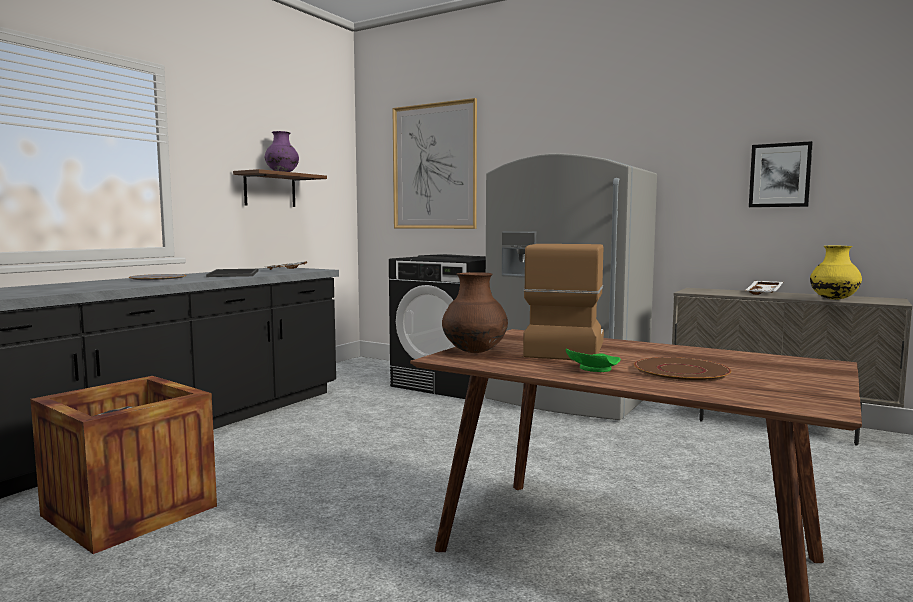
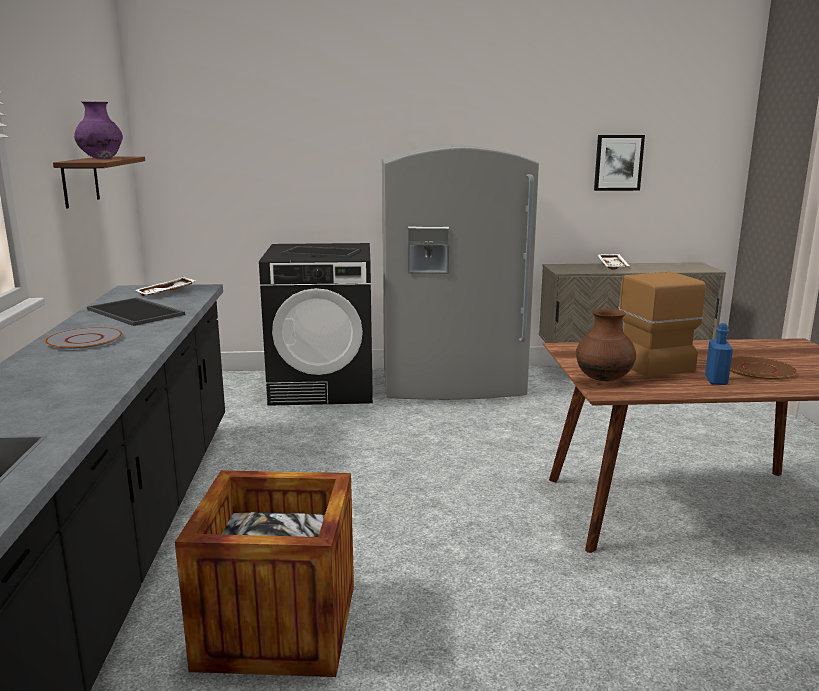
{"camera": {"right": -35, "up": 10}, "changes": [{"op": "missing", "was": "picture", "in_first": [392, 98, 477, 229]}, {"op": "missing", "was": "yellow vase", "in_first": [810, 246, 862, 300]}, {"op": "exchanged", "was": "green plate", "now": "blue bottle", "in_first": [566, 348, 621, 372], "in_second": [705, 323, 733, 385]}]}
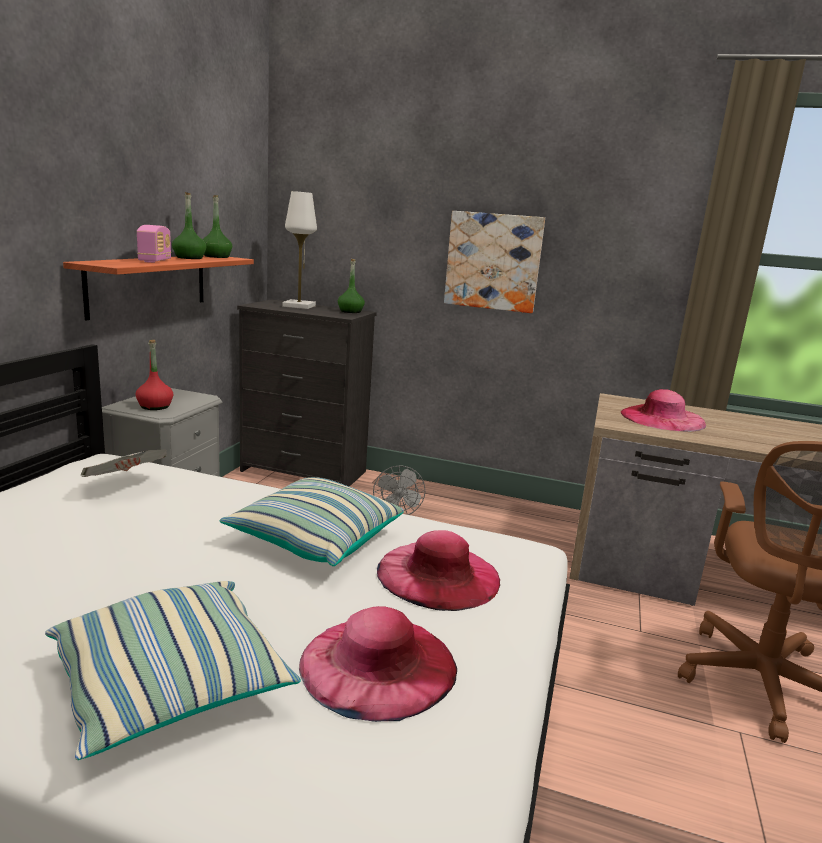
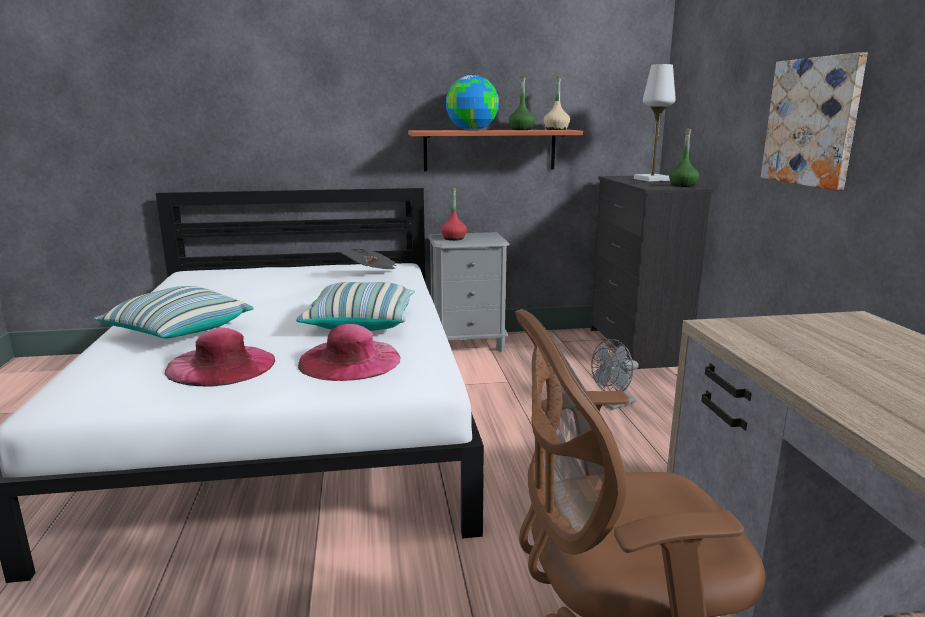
{"camera": {"right": 65, "up": 0}, "changes": [{"op": "missing", "was": "pink hat", "in_first": [620, 389, 706, 432]}, {"op": "exchanged", "was": "radio", "now": "globe", "in_first": [137, 225, 171, 263], "in_second": [446, 75, 499, 131]}, {"op": "colour", "was": "green bottle", "now": "beige bottle", "in_first": [202, 195, 232, 258], "in_second": [544, 76, 570, 130]}]}
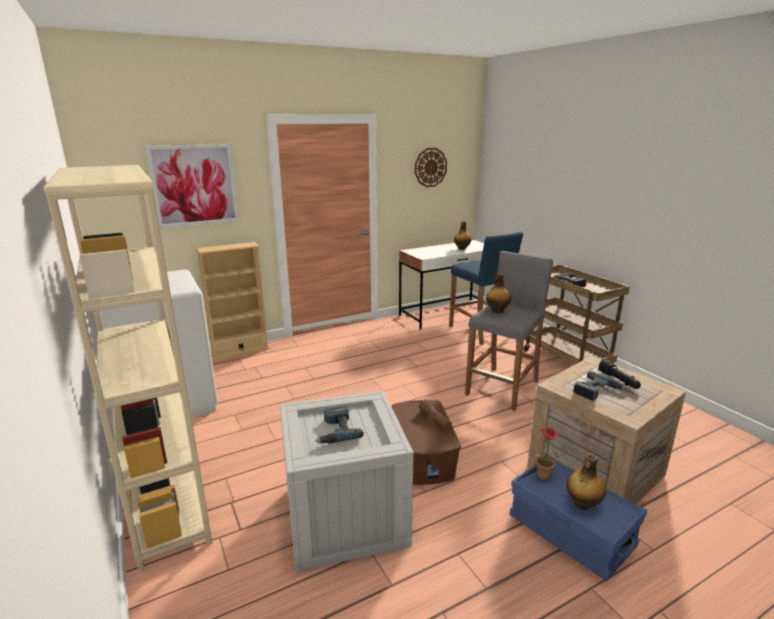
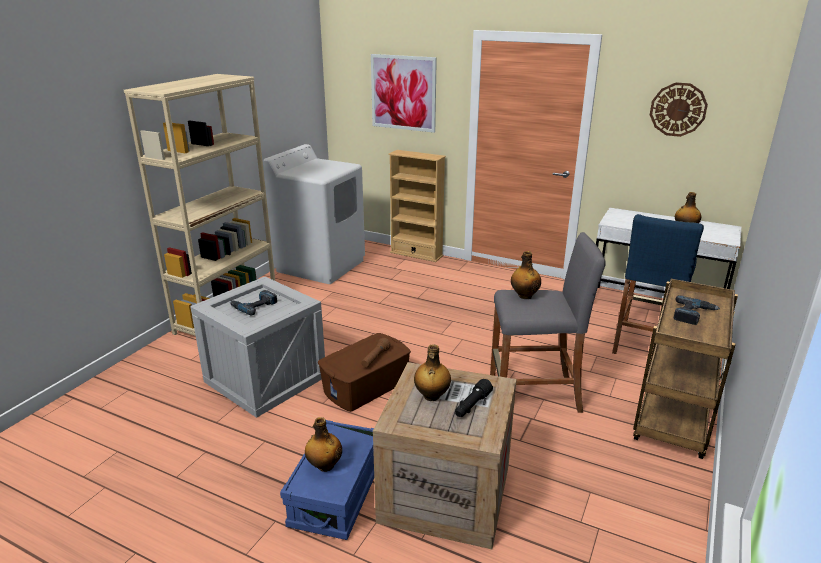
{"camera": {"right": 55, "up": 5}, "changes": [{"op": "missing", "was": "potted plant", "in_first": [534, 427, 568, 480]}, {"op": "exchanged", "was": "power drill", "now": "bottle", "in_first": [573, 371, 628, 400], "in_second": [414, 345, 451, 401]}]}
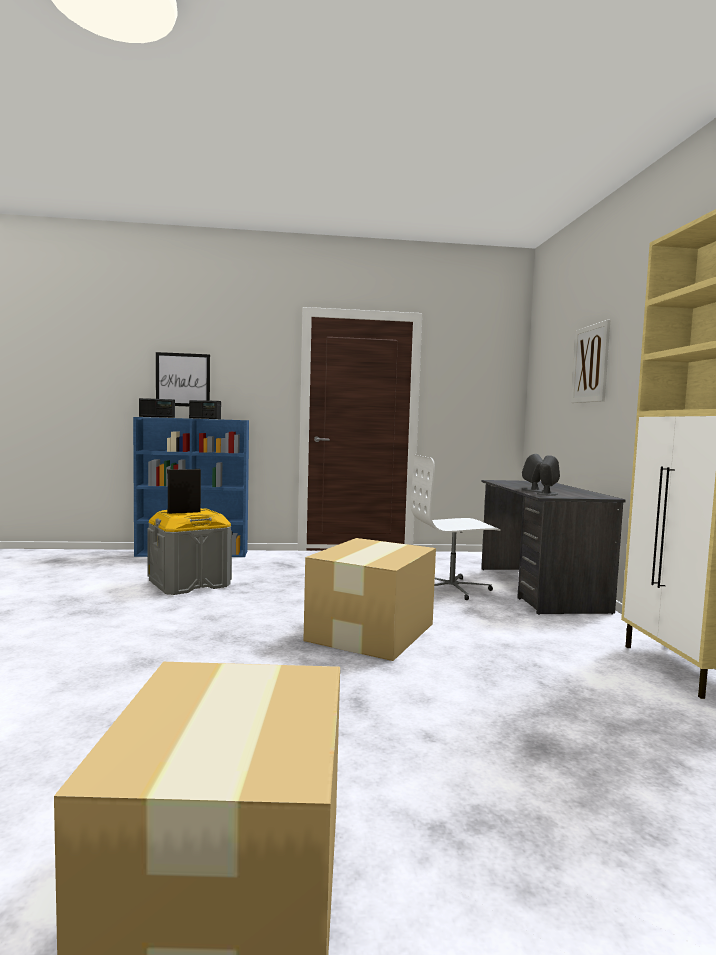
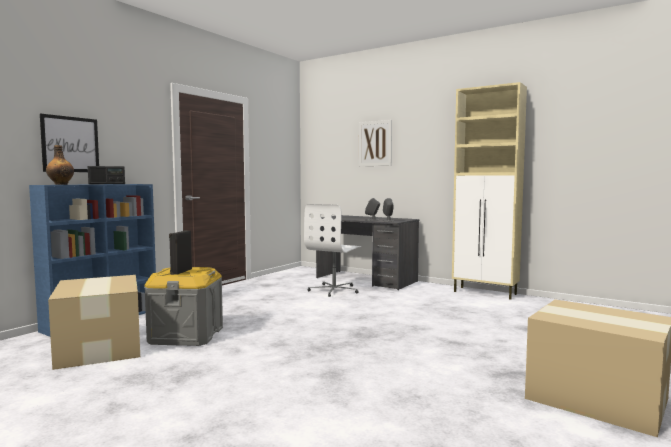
{"camera": {"right": -50, "up": 0}, "changes": [{"op": "relocated", "was": "cardboard box", "in_first": [303, 538, 436, 661], "in_second": [48, 275, 140, 370]}, {"op": "exchanged", "was": "radio", "now": "bottle", "in_first": [139, 398, 175, 418], "in_second": [46, 145, 74, 185]}]}
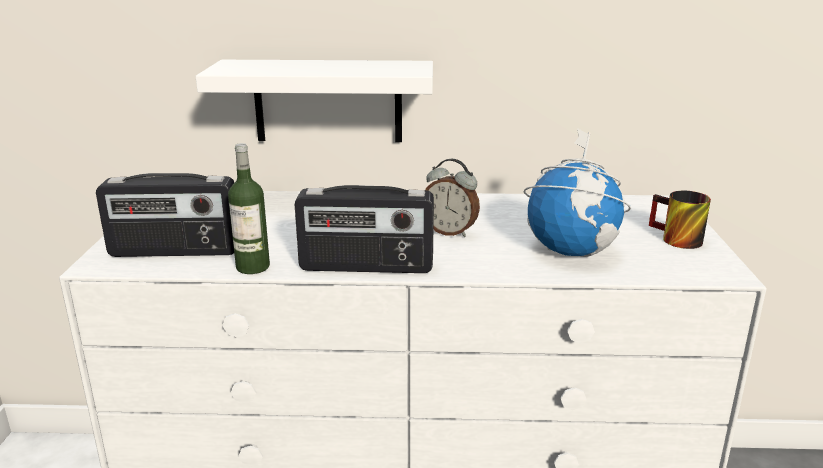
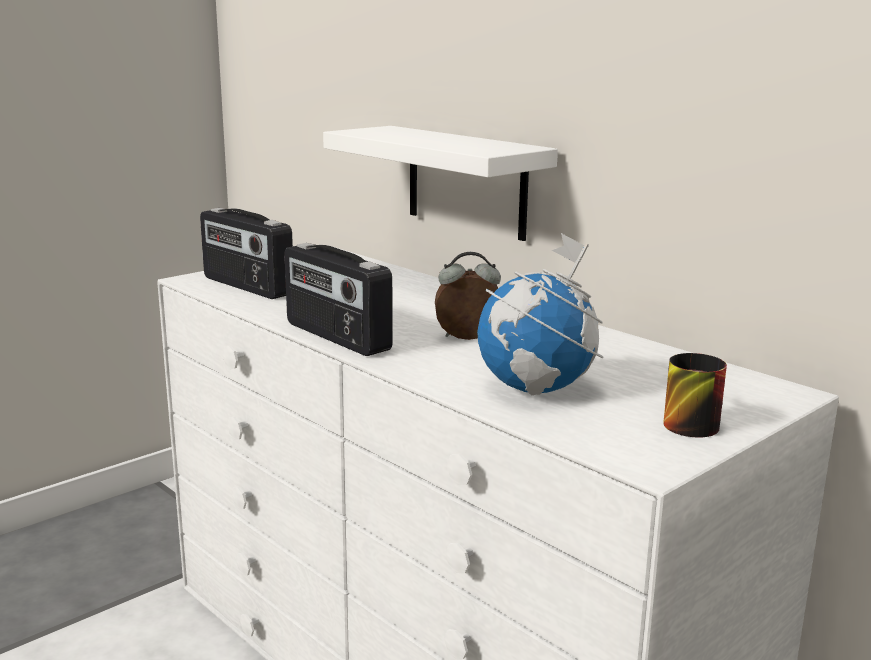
{"camera": {"right": 45, "up": -5}, "changes": [{"op": "missing", "was": "bottle", "in_first": [228, 143, 270, 274]}, {"op": "spun", "was": "alarm clock", "in_first": [425, 159, 480, 237], "in_second": [435, 252, 501, 340], "clockwise": 105}]}
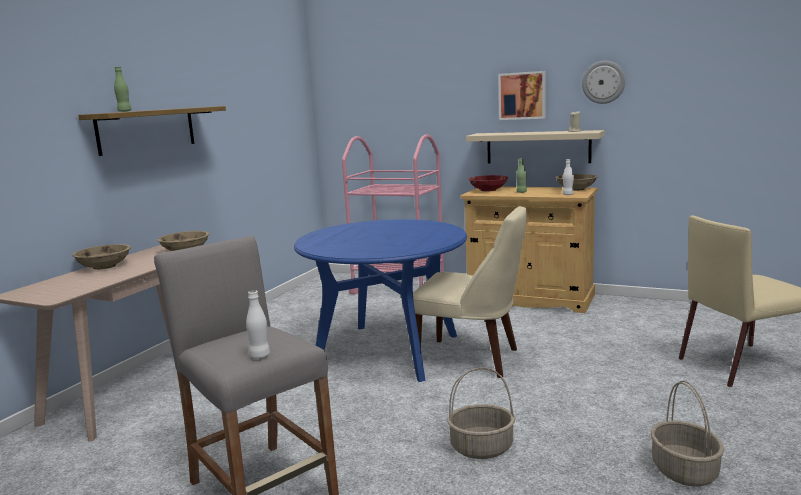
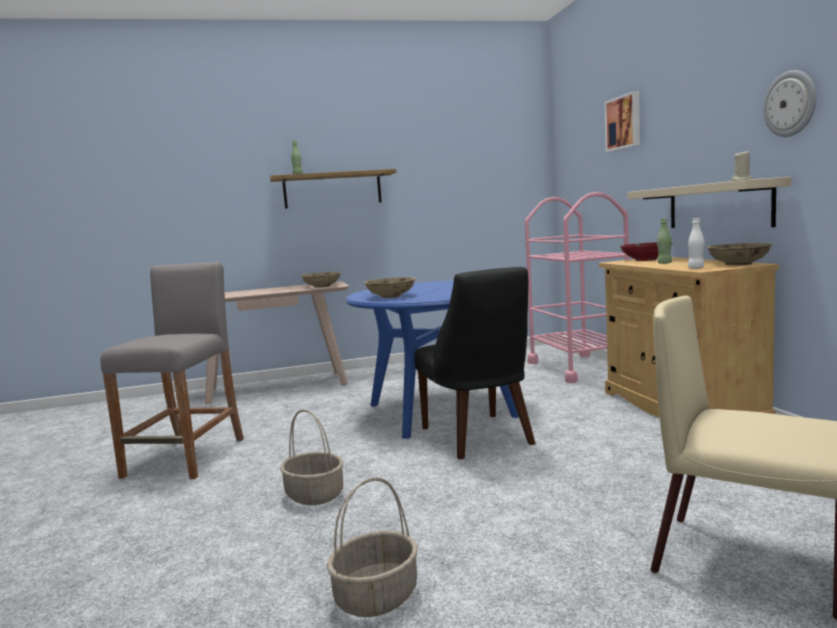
{"camera": {"right": 50, "up": -5}, "changes": [{"op": "missing", "was": "white bottle", "in_first": [246, 290, 270, 359]}, {"op": "relocated", "was": "beige bowl", "in_first": [72, 244, 130, 270], "in_second": [364, 277, 416, 298]}, {"op": "relocated", "was": "picture", "in_first": [498, 71, 546, 120], "in_second": [604, 91, 640, 152]}, {"op": "colour", "was": "beige chair", "now": "black chair", "in_first": [413, 206, 527, 378], "in_second": [415, 267, 536, 459]}]}
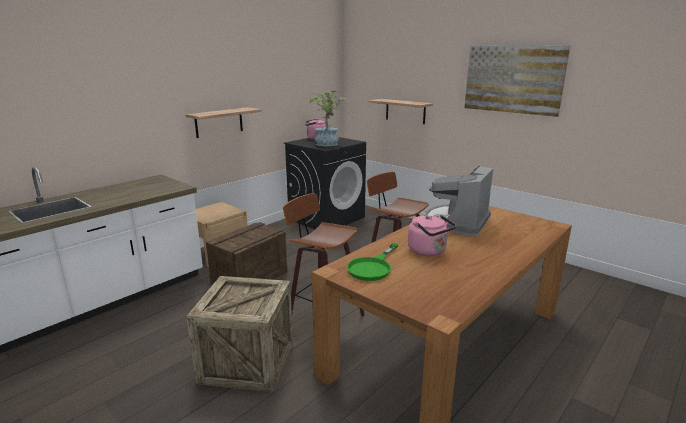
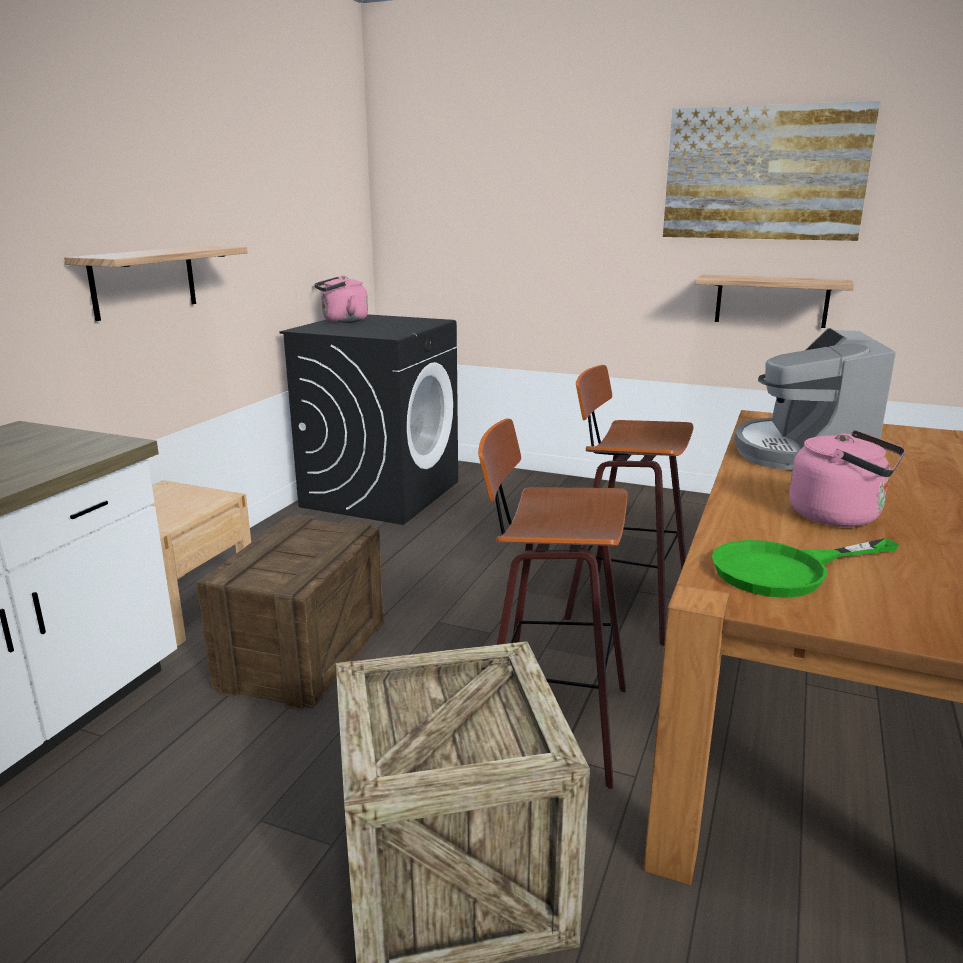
{"camera": {"right": -20, "up": 0}, "changes": [{"op": "missing", "was": "potted plant", "in_first": [310, 91, 350, 146]}, {"op": "relocated", "was": "shelf", "in_first": [369, 99, 433, 124], "in_second": [695, 275, 854, 328]}, {"op": "spun", "was": "green frying pan", "in_first": [347, 243, 398, 281], "in_second": [712, 538, 899, 598], "clockwise": 60}]}
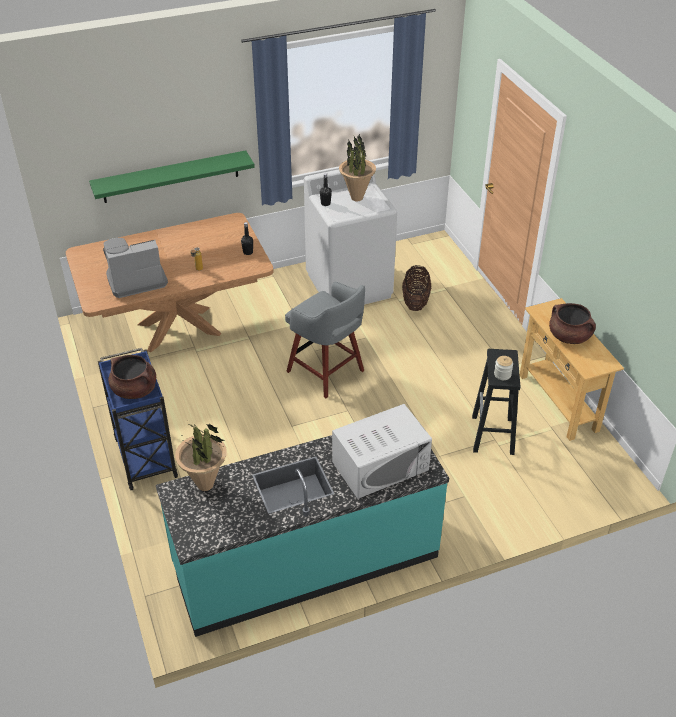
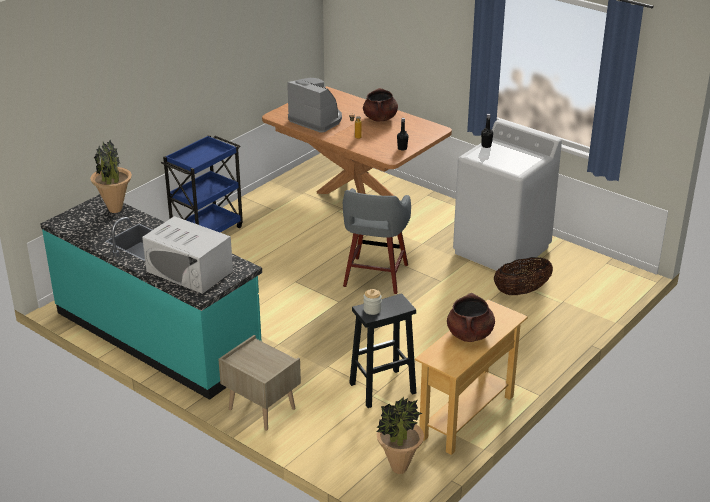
{"camera": {"right": 60, "up": -10}, "changes": [{"op": "missing", "was": "green shelf", "in_first": [89, 150, 255, 203]}, {"op": "appeared", "now": "beige nightstand", "in_second": [218, 335, 301, 431]}, {"op": "relocated", "was": "brown cooking pot", "in_first": [108, 355, 156, 399], "in_second": [363, 88, 398, 121]}, {"op": "relocated", "was": "potted plant", "in_first": [339, 134, 376, 202], "in_second": [376, 397, 424, 474]}]}
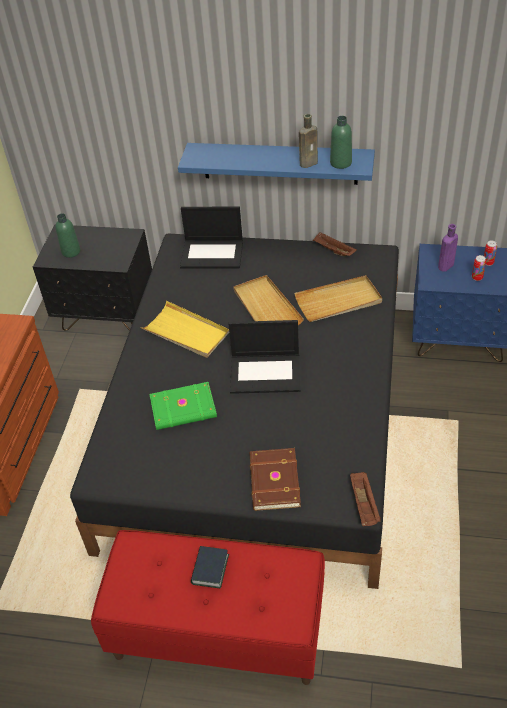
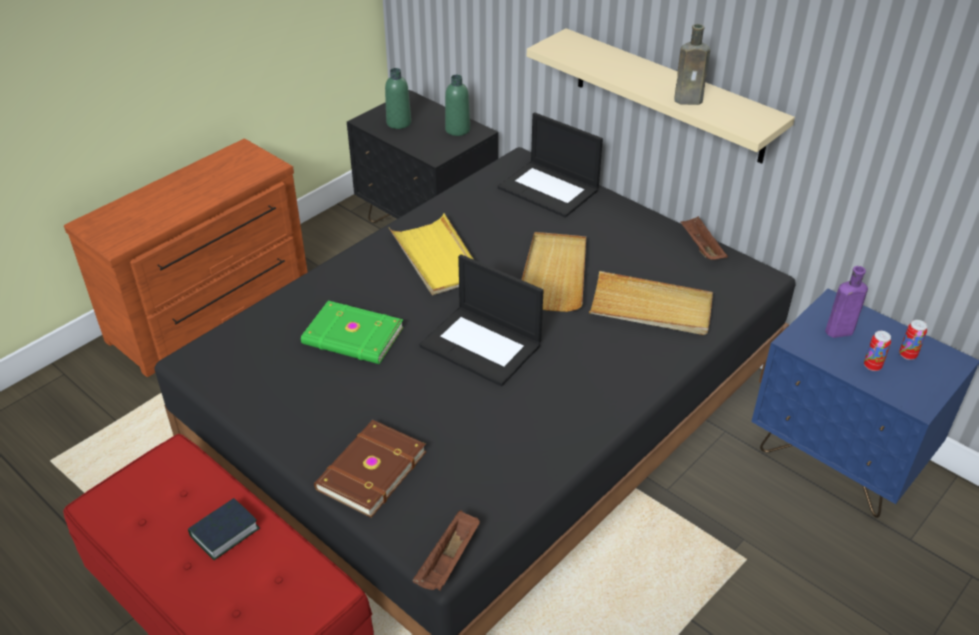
{"camera": {"right": 30, "up": -5}, "changes": [{"op": "relocated", "was": "green bottle", "in_first": [330, 116, 352, 169], "in_second": [445, 75, 470, 136]}, {"op": "colour", "was": "blue shelf", "now": "beige shelf", "in_first": [178, 143, 375, 185], "in_second": [527, 28, 795, 164]}]}
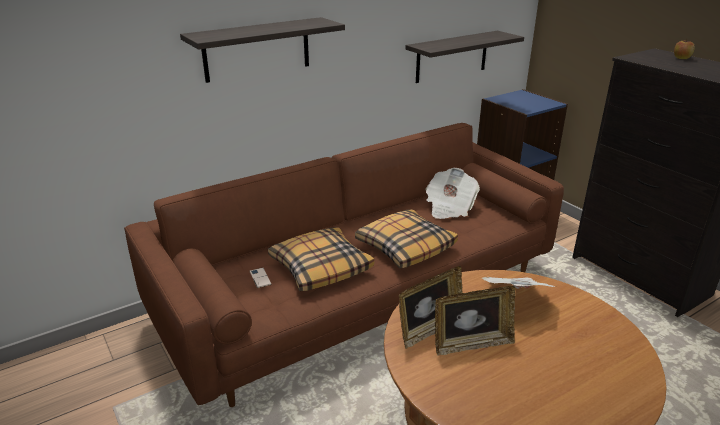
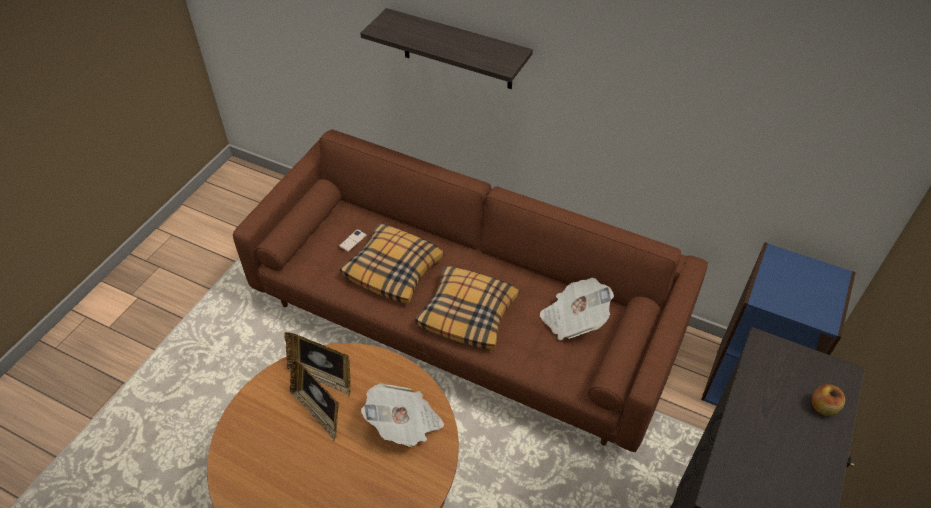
{"camera": {"right": 60, "up": 20}, "changes": [{"op": "missing", "was": "shelf", "in_first": [405, 31, 524, 83]}]}
